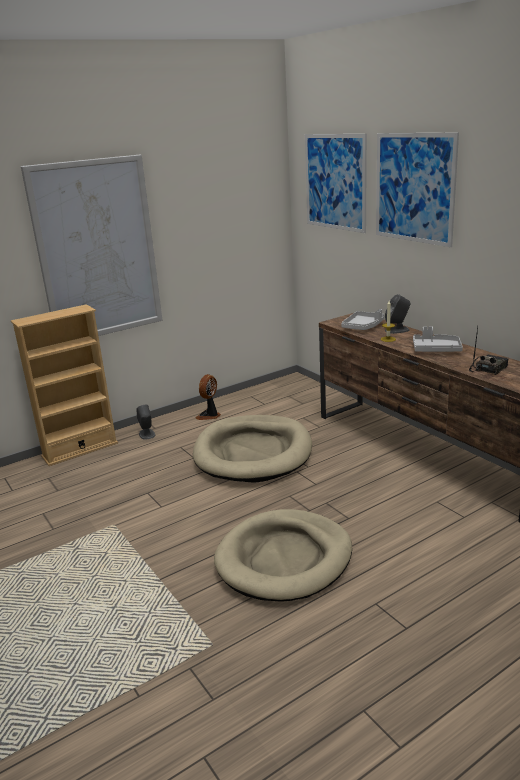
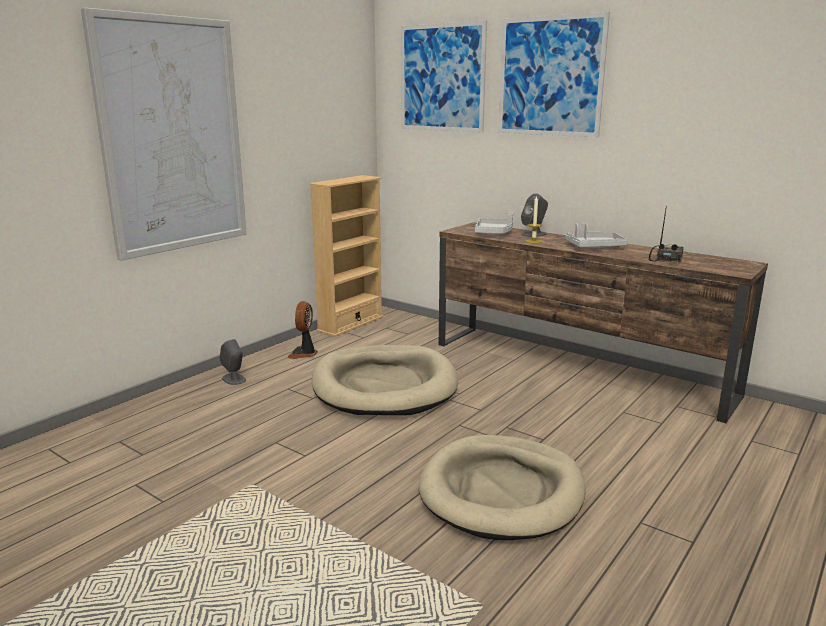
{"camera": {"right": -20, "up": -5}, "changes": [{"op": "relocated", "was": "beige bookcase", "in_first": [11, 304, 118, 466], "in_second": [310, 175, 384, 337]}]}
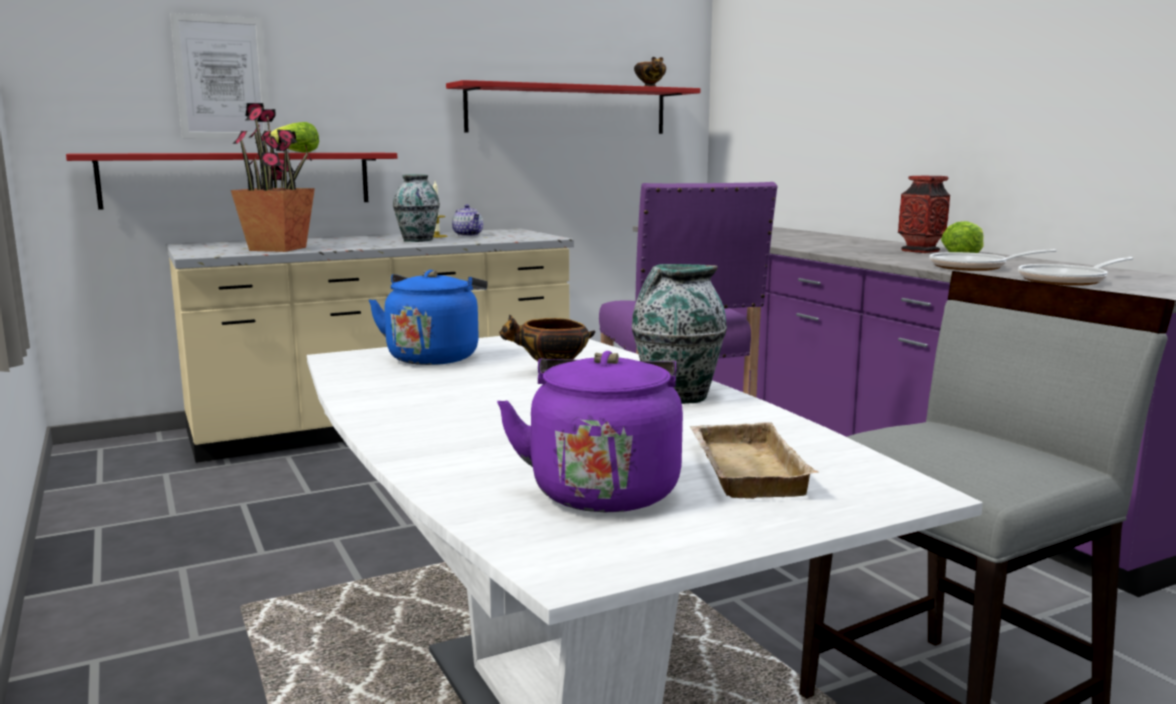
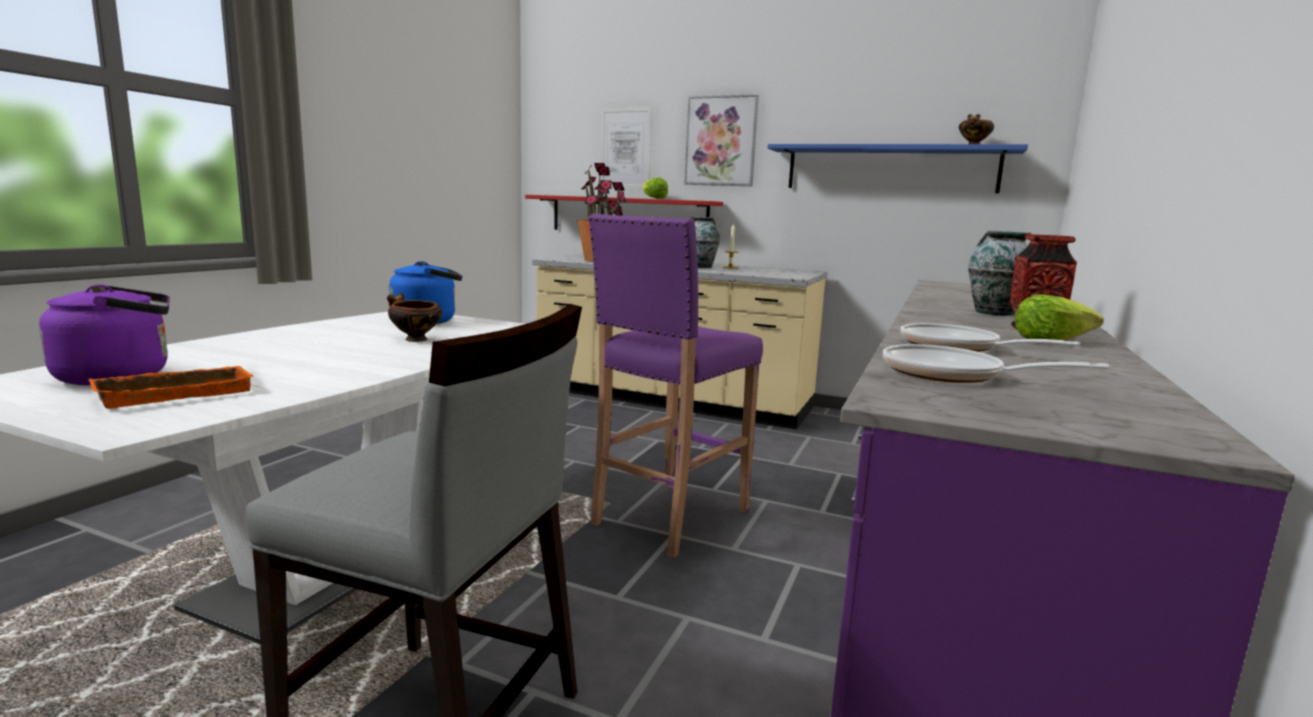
{"camera": {"right": 50, "up": 0}, "changes": [{"op": "missing", "was": "teapot", "in_first": [452, 204, 483, 236]}, {"op": "appeared", "now": "picture", "in_second": [684, 94, 759, 186]}, {"op": "relocated", "was": "vase", "in_first": [632, 264, 727, 404], "in_second": [968, 231, 1031, 316]}, {"op": "colour", "was": "red shelf", "now": "blue shelf", "in_first": [446, 80, 701, 134], "in_second": [768, 144, 1028, 193]}, {"op": "colour", "was": "beige tray", "now": "orange tray", "in_first": [690, 422, 819, 499], "in_second": [89, 366, 254, 409]}]}
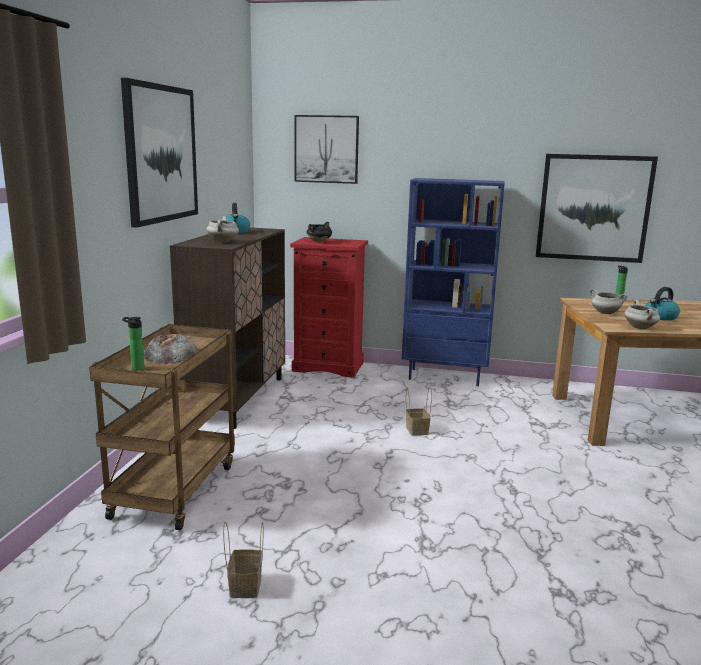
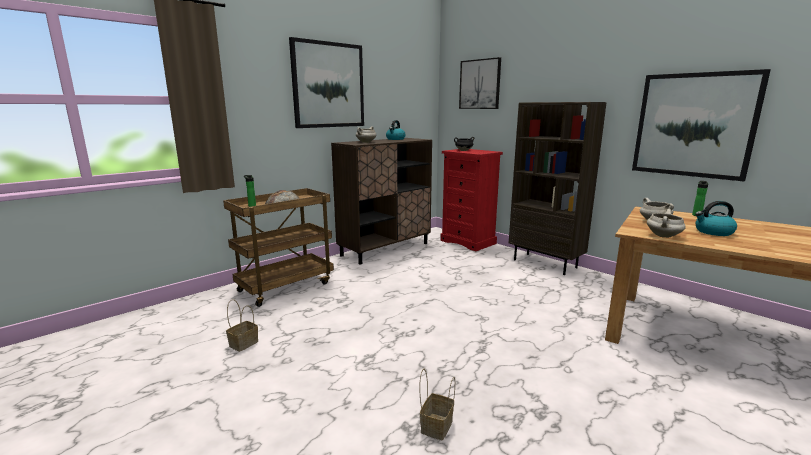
{"camera": {"right": 35, "up": 0}, "changes": [{"op": "relocated", "was": "basket", "in_first": [406, 387, 432, 436], "in_second": [419, 369, 455, 440]}, {"op": "colour", "was": "blue bookcase", "now": "brown bookcase", "in_first": [402, 178, 505, 386], "in_second": [509, 102, 607, 275]}]}
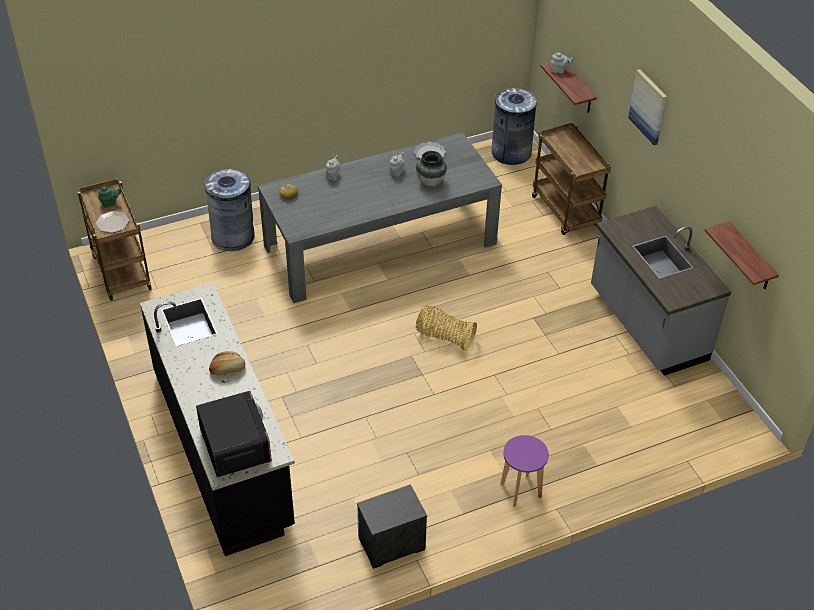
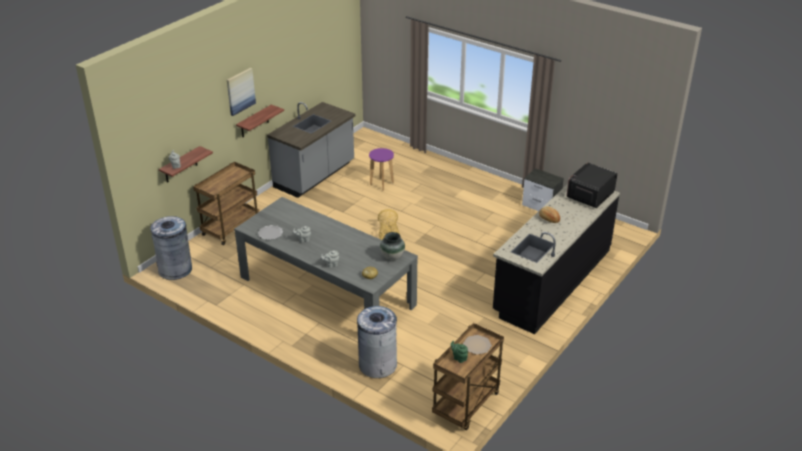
{"camera": {"right": -120, "up": -10}, "changes": [{"op": "relocated", "was": "vase", "in_first": [416, 151, 447, 186], "in_second": [380, 232, 405, 261]}, {"op": "relocated", "was": "purple stool", "in_first": [500, 435, 549, 507], "in_second": [369, 148, 394, 191]}, {"op": "relocated", "was": "shelf", "in_first": [704, 221, 779, 289], "in_second": [236, 104, 284, 137]}]}
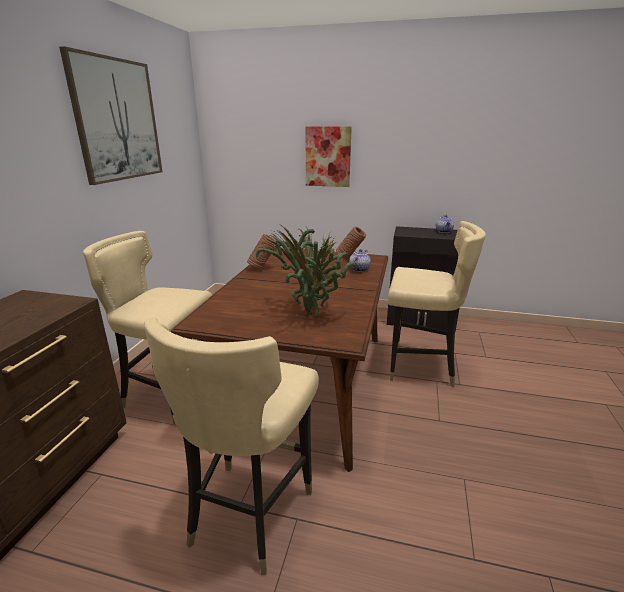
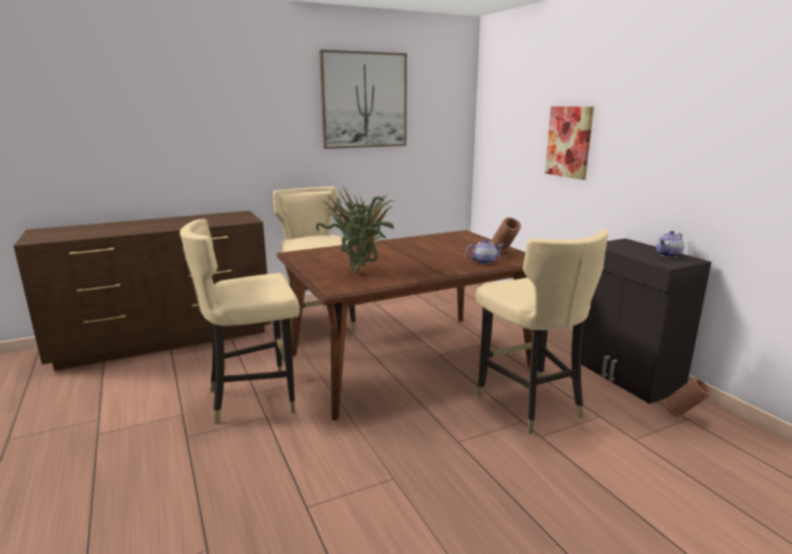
{"camera": {"right": 50, "up": -5}, "changes": [{"op": "relocated", "was": "brown vase", "in_first": [247, 234, 276, 270], "in_second": [663, 378, 711, 417]}]}
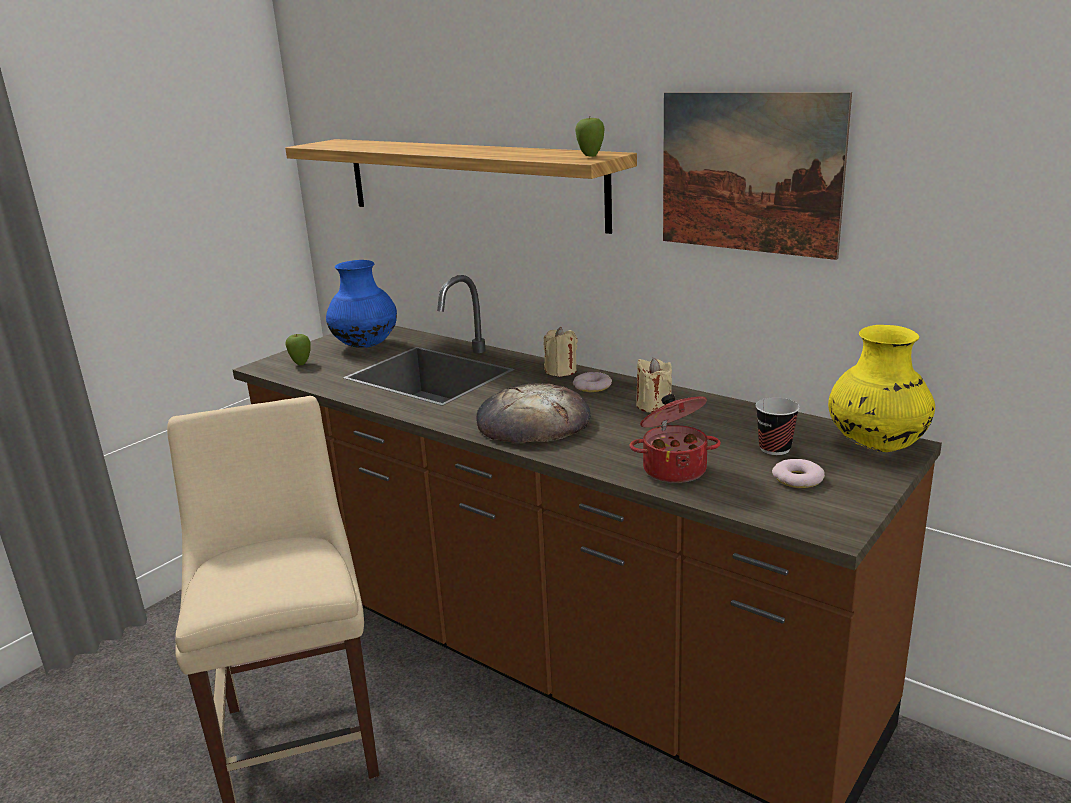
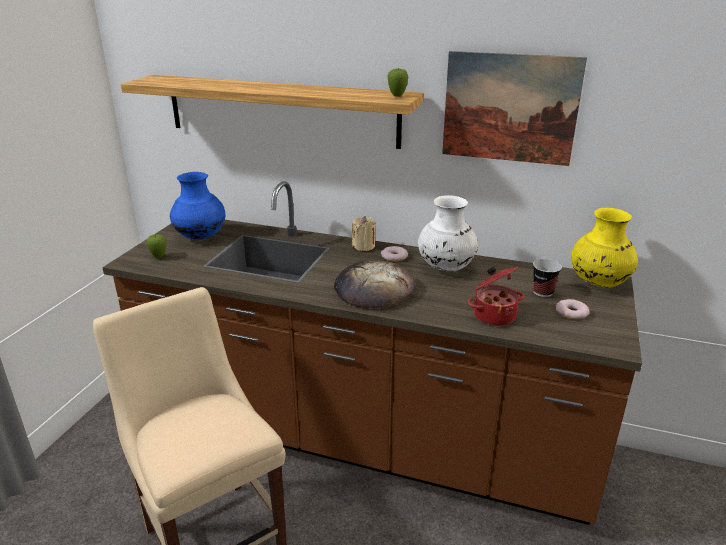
{"camera": {"right": -20, "up": 5}, "changes": [{"op": "exchanged", "was": "beige candle", "now": "white vase", "in_first": [636, 358, 672, 413], "in_second": [418, 195, 478, 272]}]}
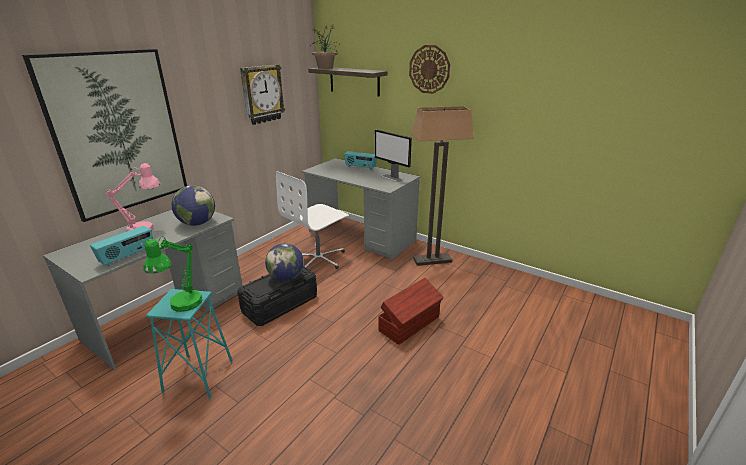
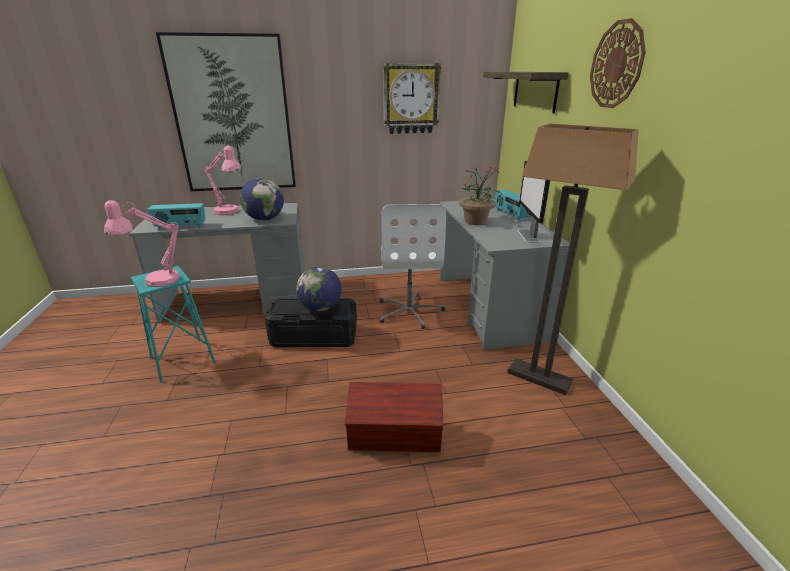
{"camera": {"right": 45, "up": 0}, "changes": [{"op": "relocated", "was": "potted plant", "in_first": [311, 25, 340, 69], "in_second": [459, 164, 502, 225]}, {"op": "colour", "was": "green table lamp", "now": "pink table lamp", "in_first": [143, 236, 203, 312], "in_second": [104, 200, 180, 287]}, {"op": "spun", "was": "white office chair", "in_first": [276, 171, 349, 269], "in_second": [380, 204, 446, 329], "clockwise": -90}]}
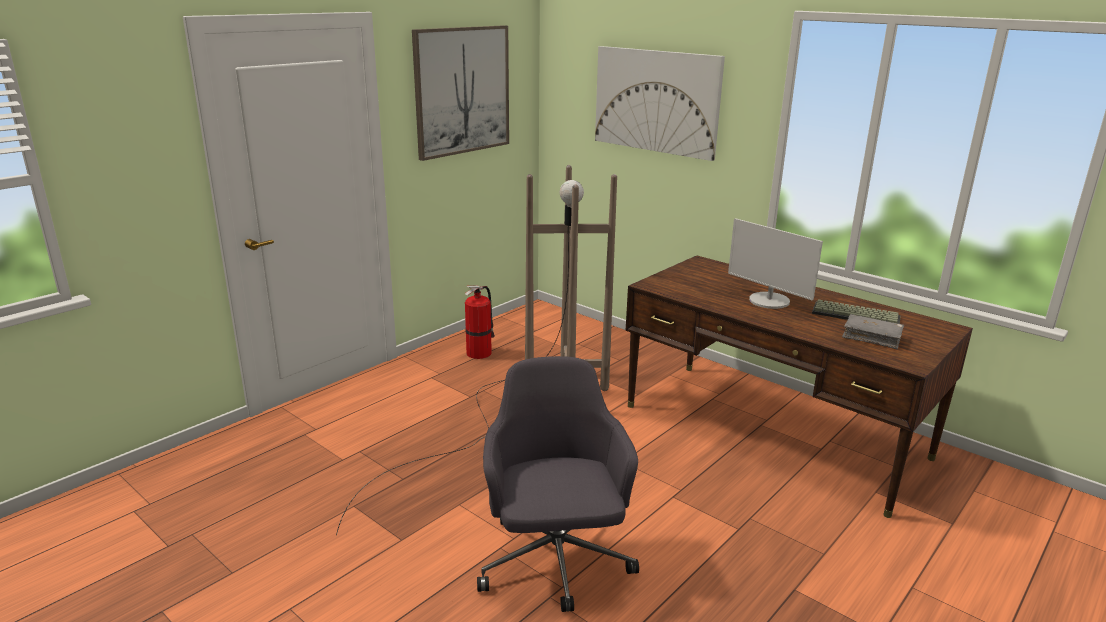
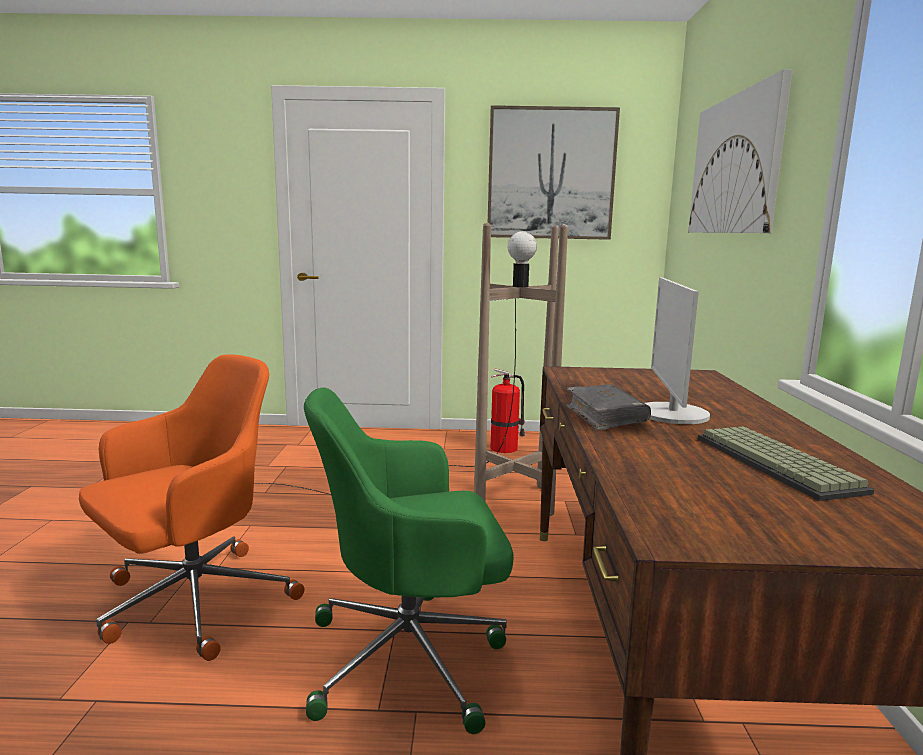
{"camera": {"right": 50, "up": -10}, "changes": [{"op": "appeared", "now": "green office chair", "in_second": [304, 387, 514, 734]}, {"op": "relocated", "was": "grey book", "in_first": [842, 314, 904, 349], "in_second": [567, 384, 651, 431]}, {"op": "colour", "was": "grey office chair", "now": "orange office chair", "in_first": [477, 356, 639, 612], "in_second": [79, 355, 304, 661]}]}
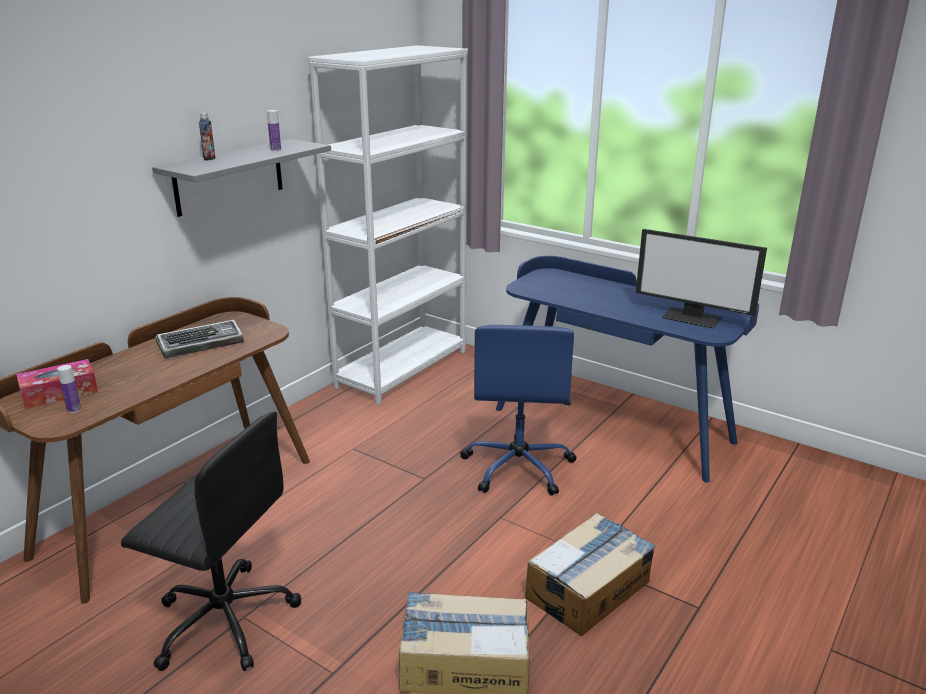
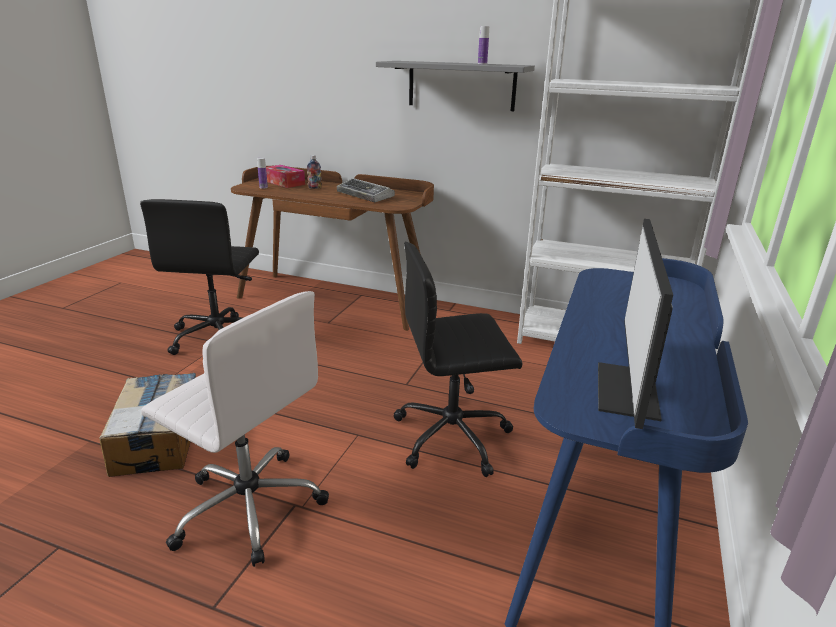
{"camera": {"right": 75, "up": 0}, "changes": [{"op": "relocated", "was": "bottle", "in_first": [199, 113, 216, 160], "in_second": [307, 155, 322, 189]}, {"op": "exchanged", "was": "cardboard box", "now": "white office chair", "in_first": [525, 513, 655, 636], "in_second": [141, 291, 329, 567]}, {"op": "colour", "was": "blue office chair", "now": "black office chair", "in_first": [460, 325, 576, 496], "in_second": [394, 242, 522, 477]}]}
